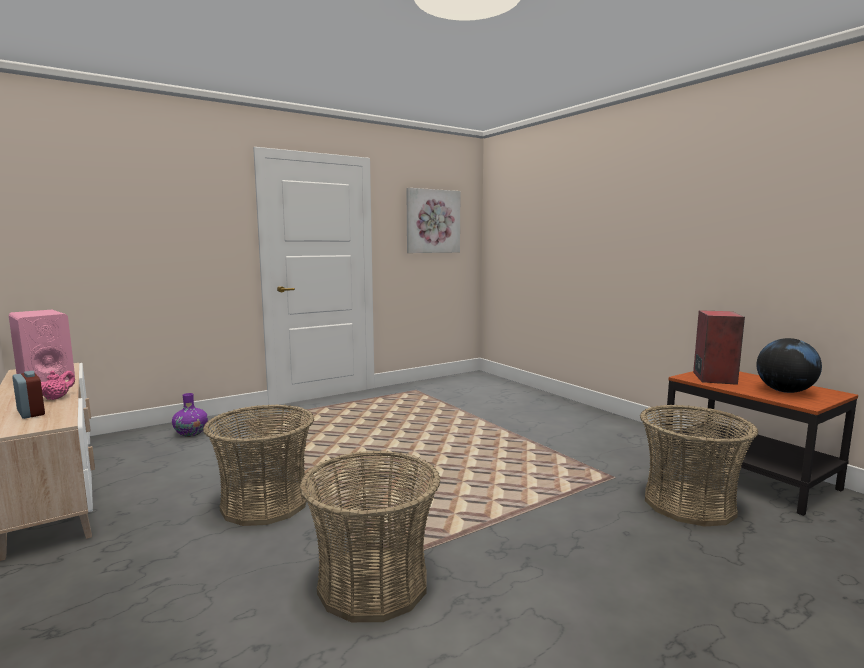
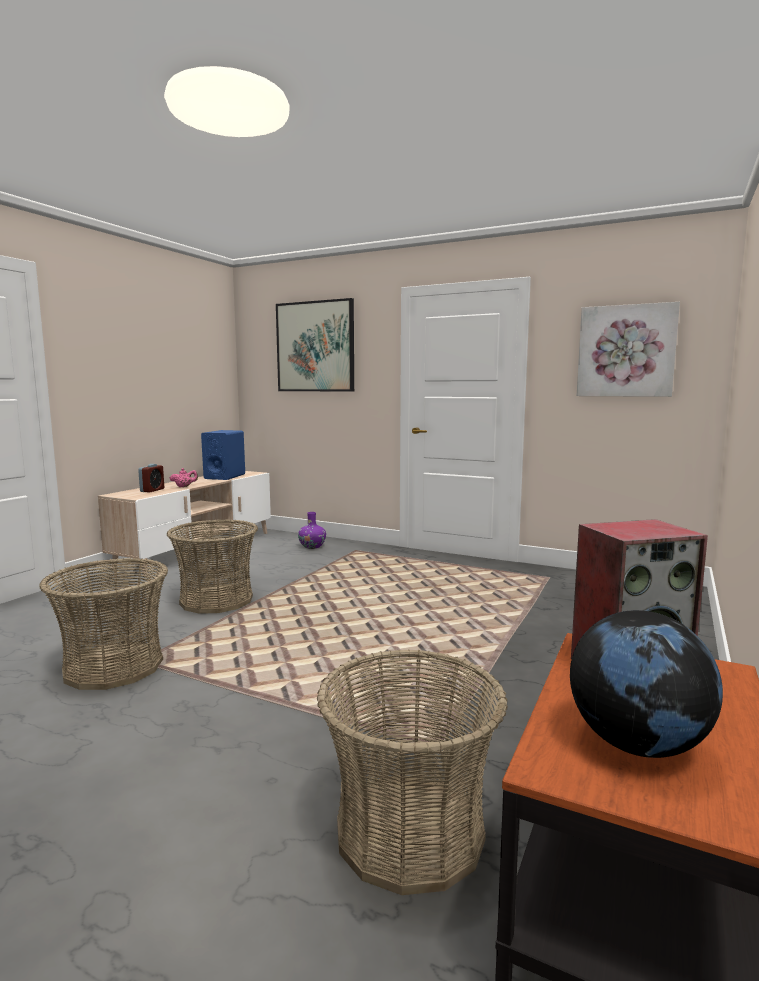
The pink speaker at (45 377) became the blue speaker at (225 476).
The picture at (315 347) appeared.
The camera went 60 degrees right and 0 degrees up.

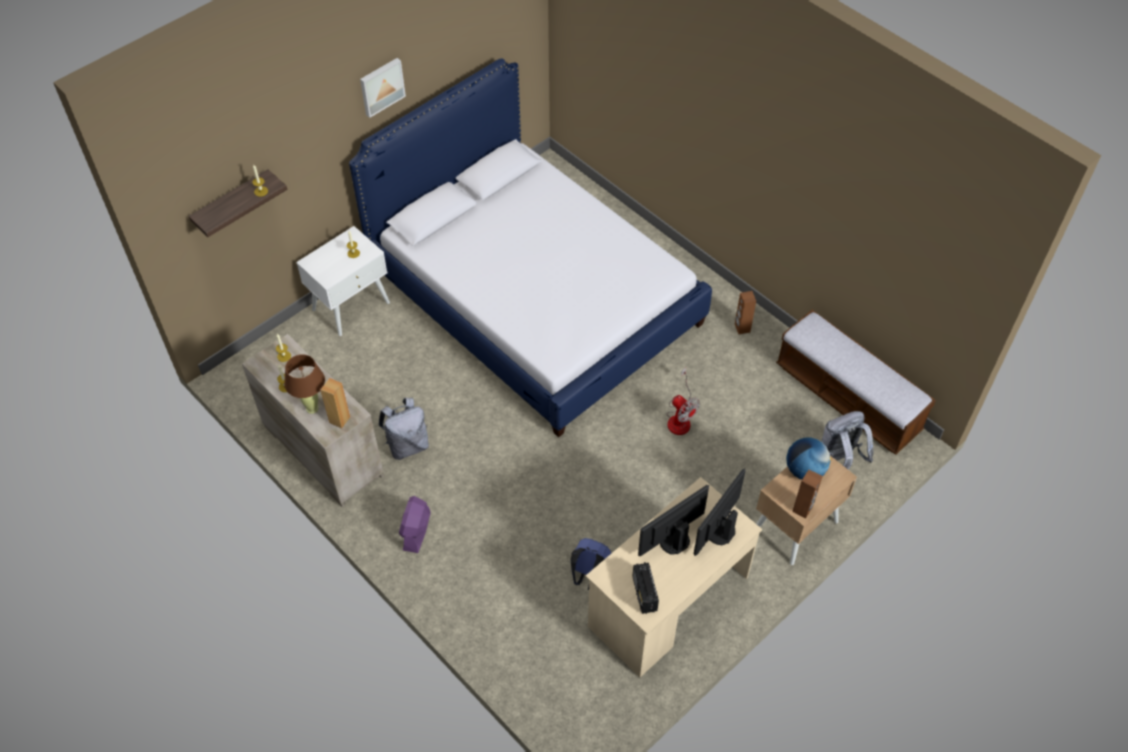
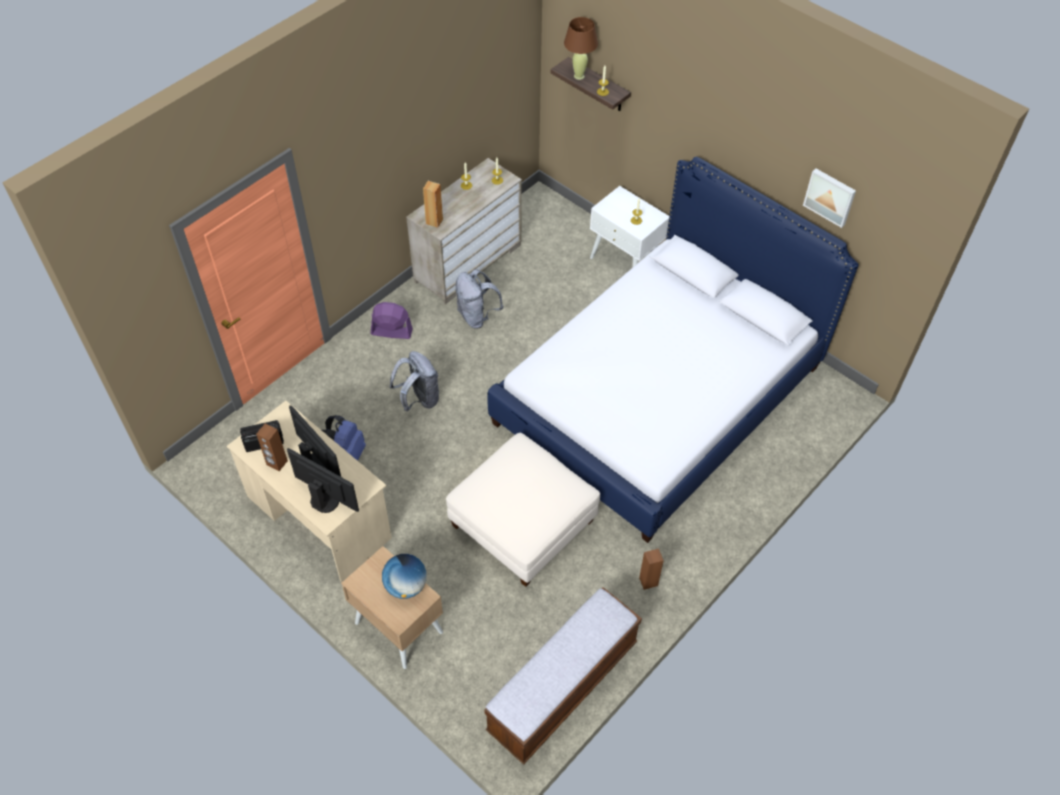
The brown table lamp moved from (312 408) to (579 76).
The picture moved from (381 86) to (830 196).
The fan at (679 418) was replaced by the white ottoman at (523 523).
The brown speaker moved from (802 509) to (277 463).
The grey backpack moved from (839 459) to (419 399).
The camera went 85 degrees right and 0 degrees up.

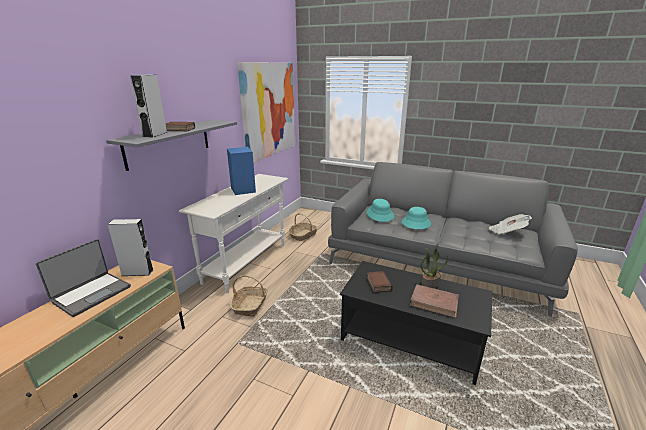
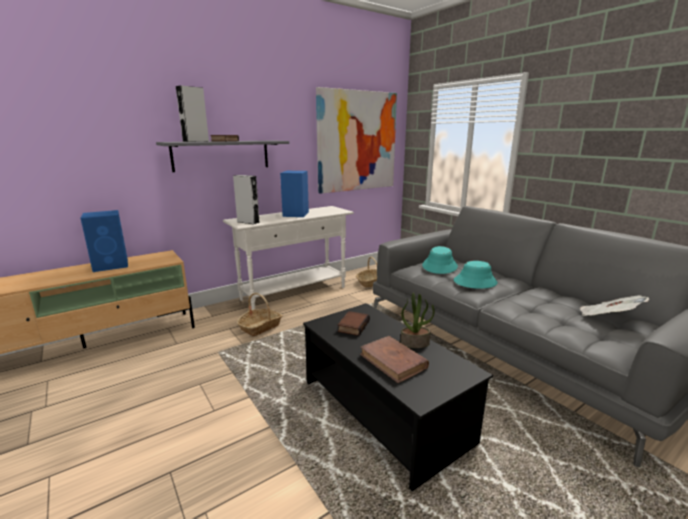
The laptop at (91 294) was replaced by the blue speaker at (112 265).
The grey speaker moved from (137 272) to (248 222).
The camera went 30 degrees right and 5 degrees down.

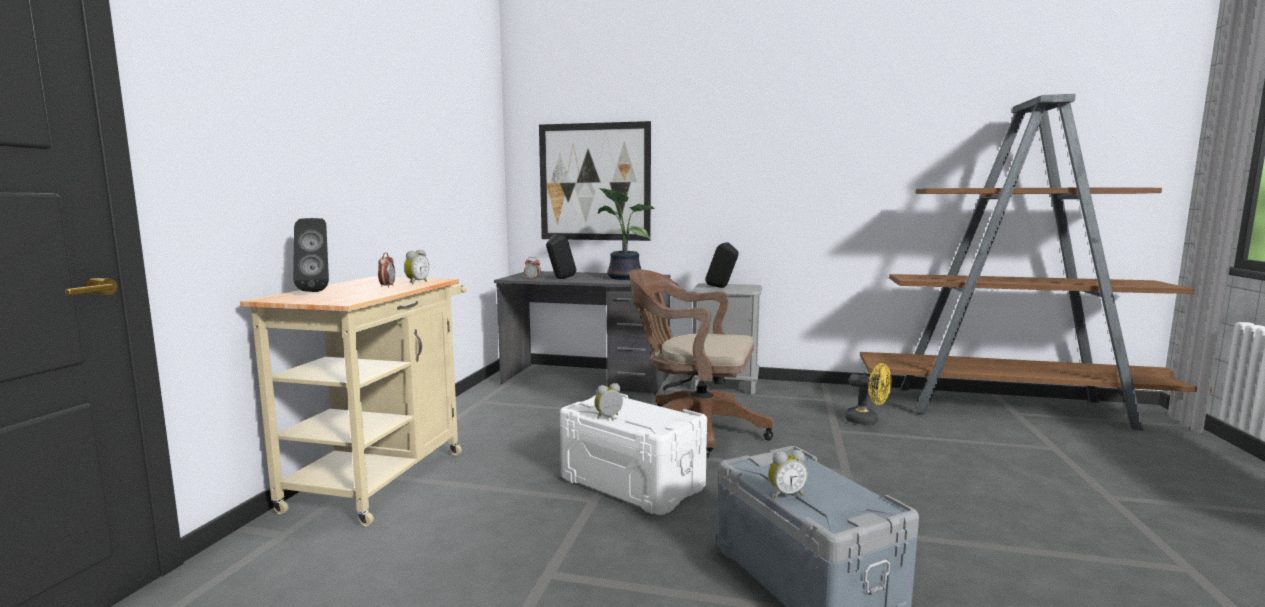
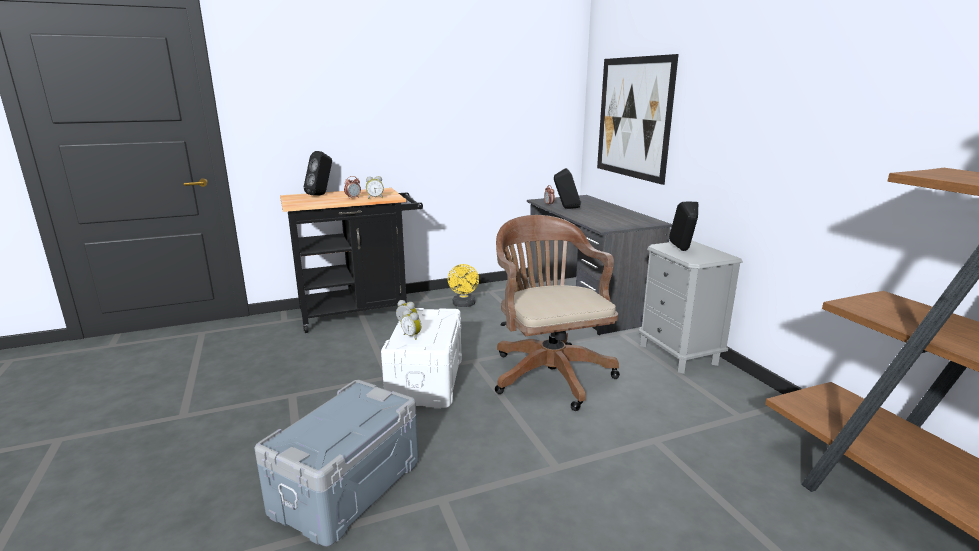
The beige cart at (384 475) became the black cart at (360 312).
The potted plant at (622 278) disappeared.
The alarm clock moved from (785 494) to (412 336).
The yellow fan moved from (867 421) to (464 305).
The camera went 55 degrees right and 10 degrees up.

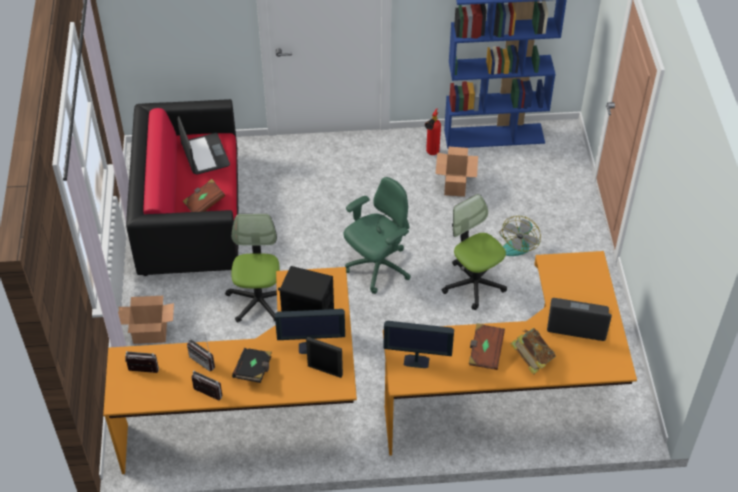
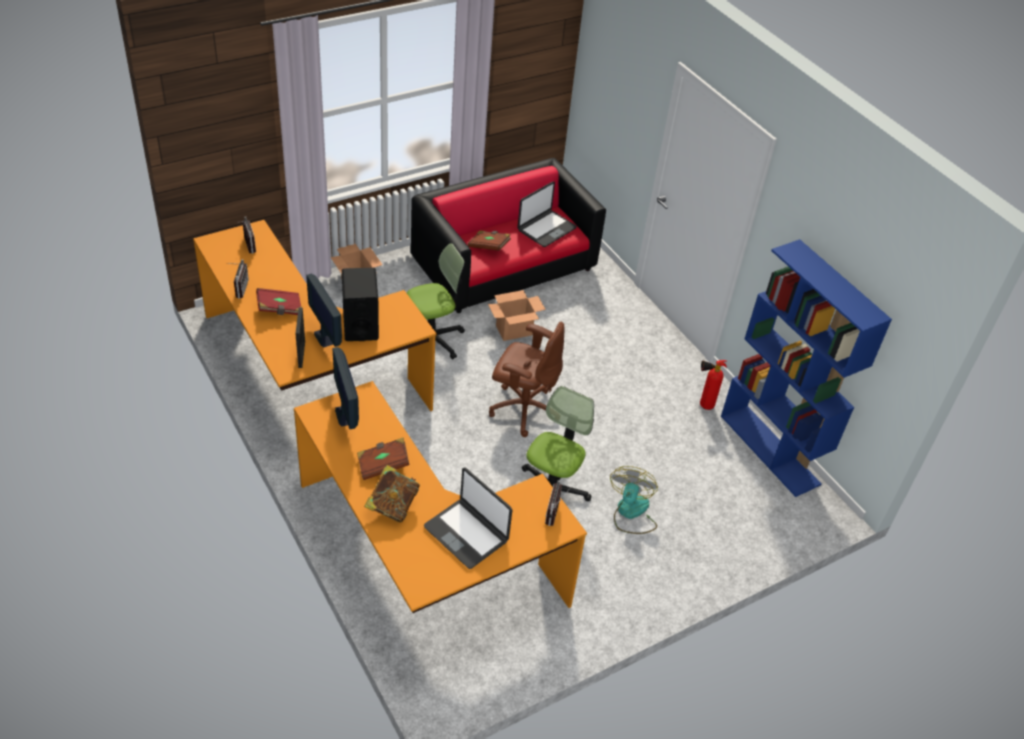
The radio moved from (205 360) to (556 514).
The black book at (254 370) became the red book at (279 309).
The green office chair at (377 268) became the brown office chair at (523 409).
The cardboard box moved from (455 185) to (514 330).
The fan at (518 243) turned 105 degrees clockwise.
The laptop at (577 321) turned 150 degrees clockwise.
The camera went 60 degrees right and 5 degrees down.

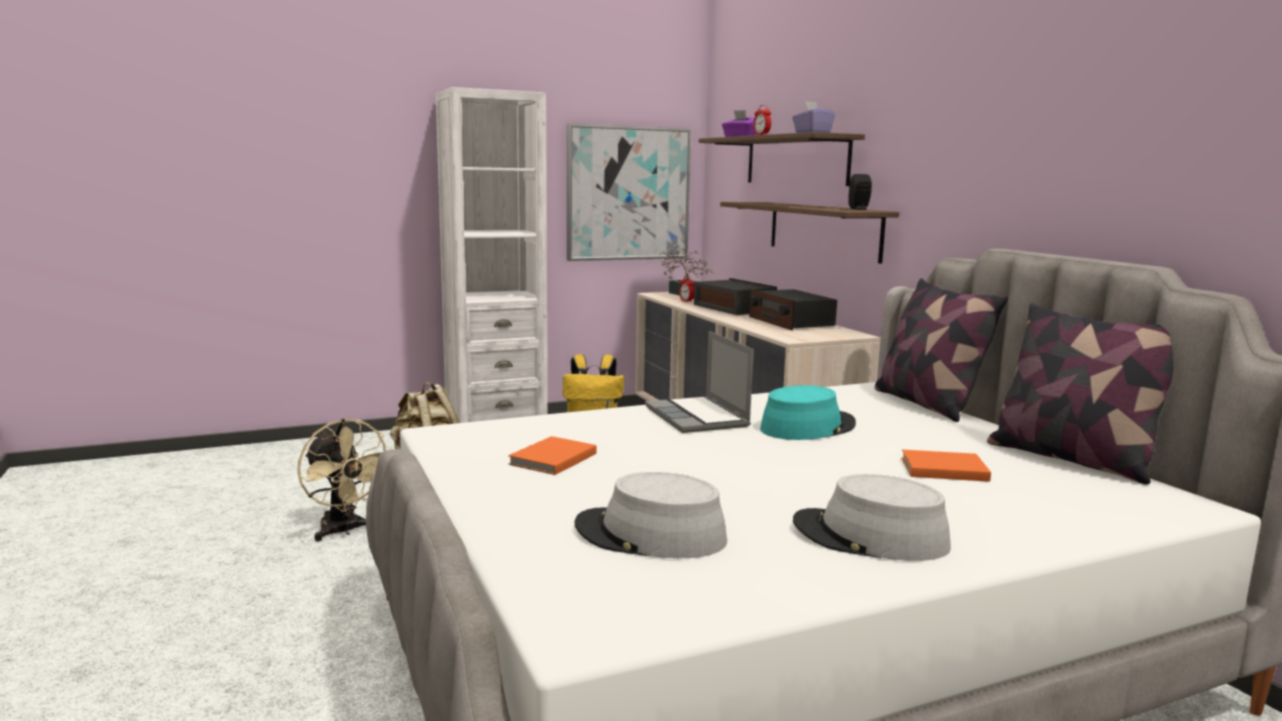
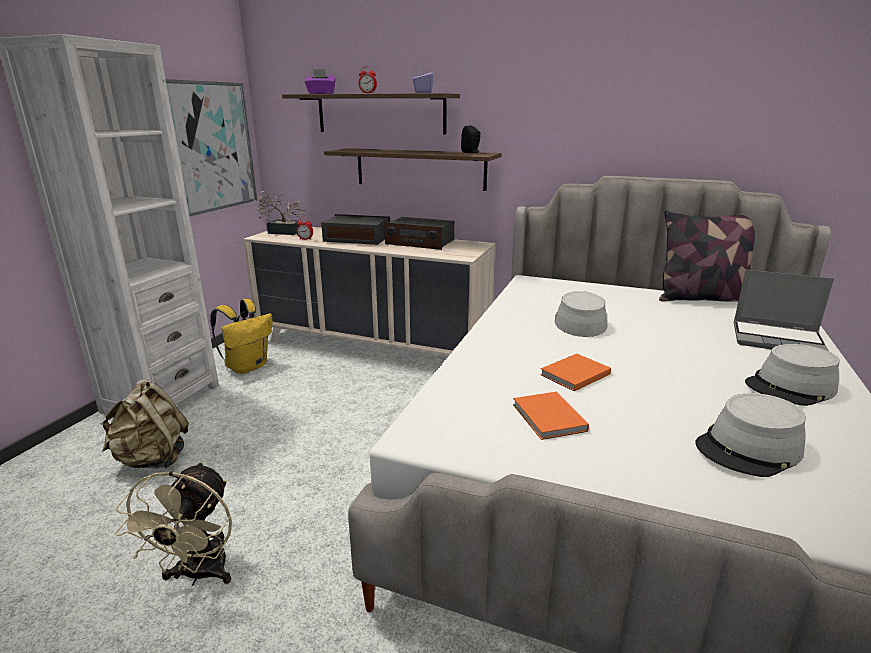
The beige fan at (344 531) turned 90 degrees clockwise.
The laptop moved from (698 417) to (778 340).
The turquoise hat at (807 427) became the grey hat at (579 321).
The pillow at (927 404) disappeared.
The orange book moved from (941 469) to (573 374).
The camera went 45 degrees left and 10 degrees up.

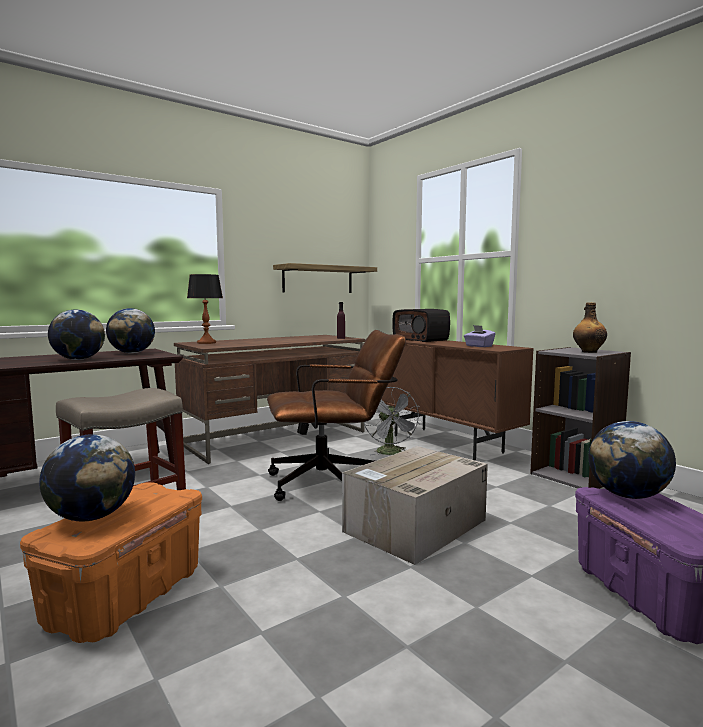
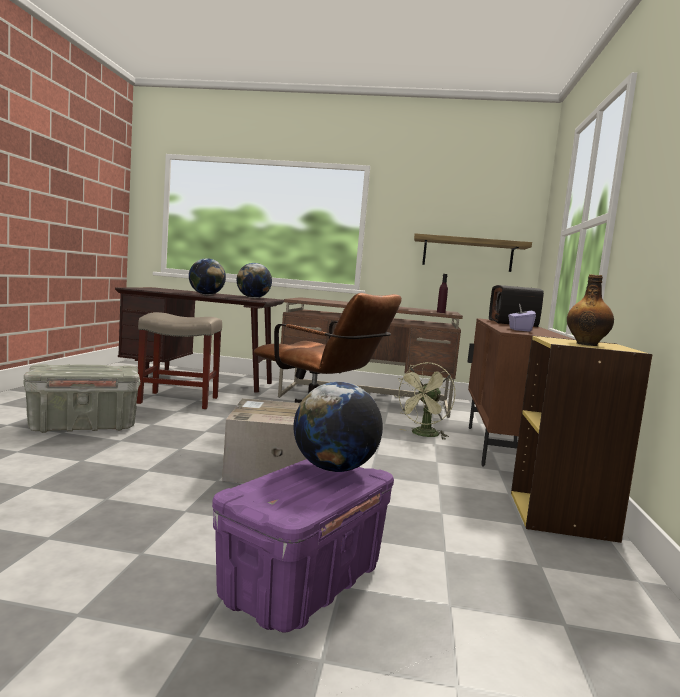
The orange storage box at (126 597) became the grey storage box at (84 426).
The globe at (92 517) disappeared.
The table lamp at (207 343) disappeared.
The grey fan at (391 453) became the green fan at (423 435).
The grey bookcase at (576 476) became the yellow bookcase at (562 516).
The camera went 45 degrees right and 0 degrees up.

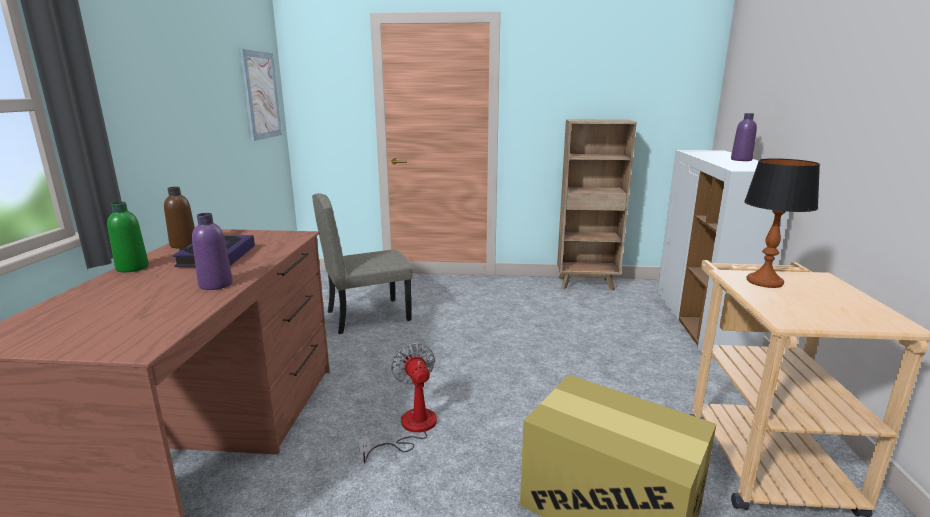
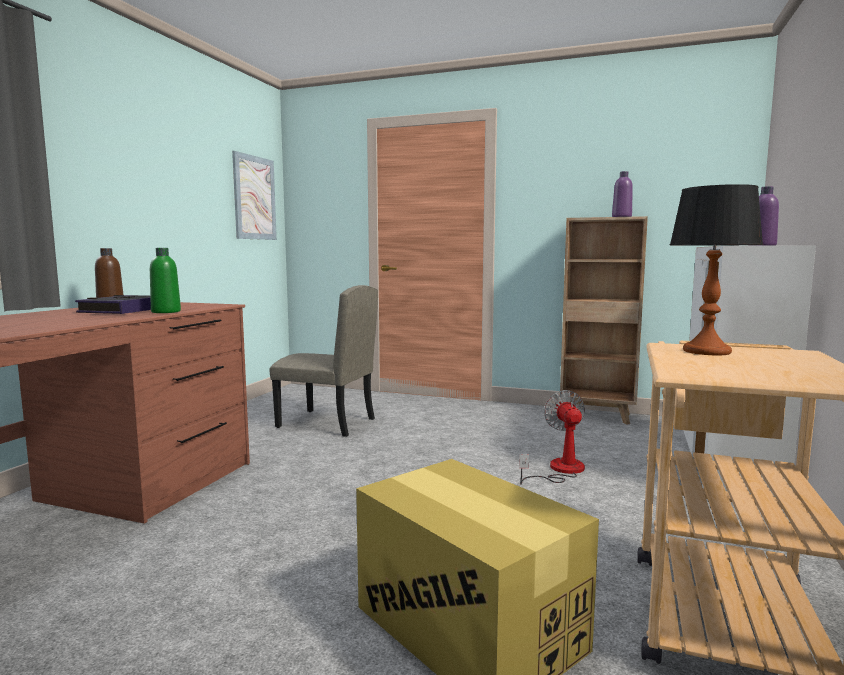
The green bottle moved from (132 268) to (166 312).
The purple bottle moved from (216 285) to (621 217).
The beige chair at (368 315) turned 150 degrees counterclockwise.
The fan moved from (410 429) to (559 470).
The camera went 15 degrees right and 10 degrees down.

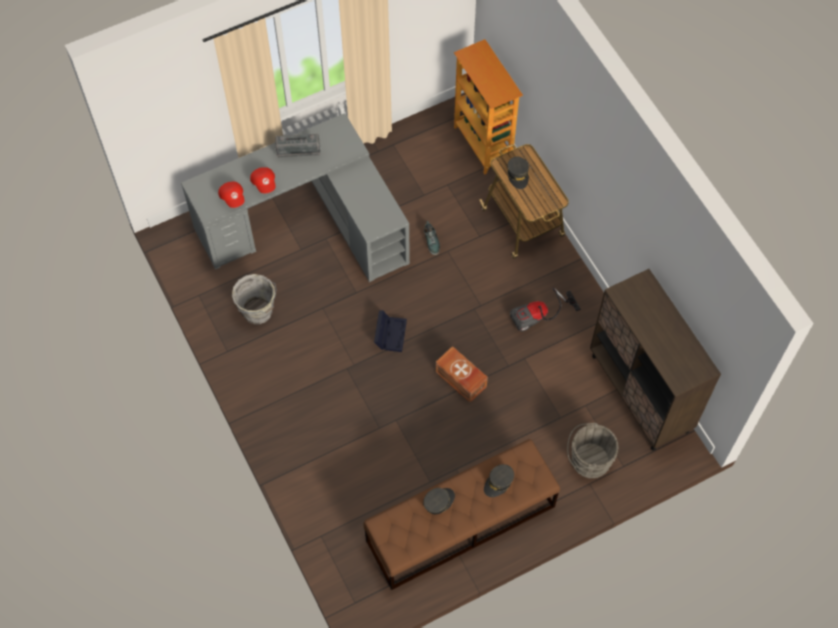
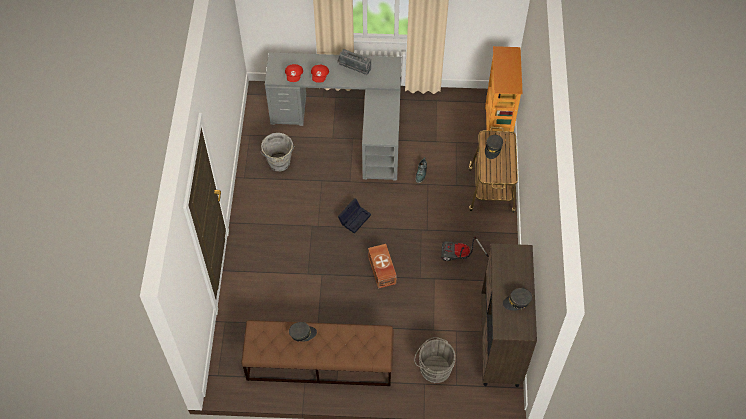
The grey cap moved from (498 482) to (517 301).
The camera went 30 degrees right and 5 degrees down.

